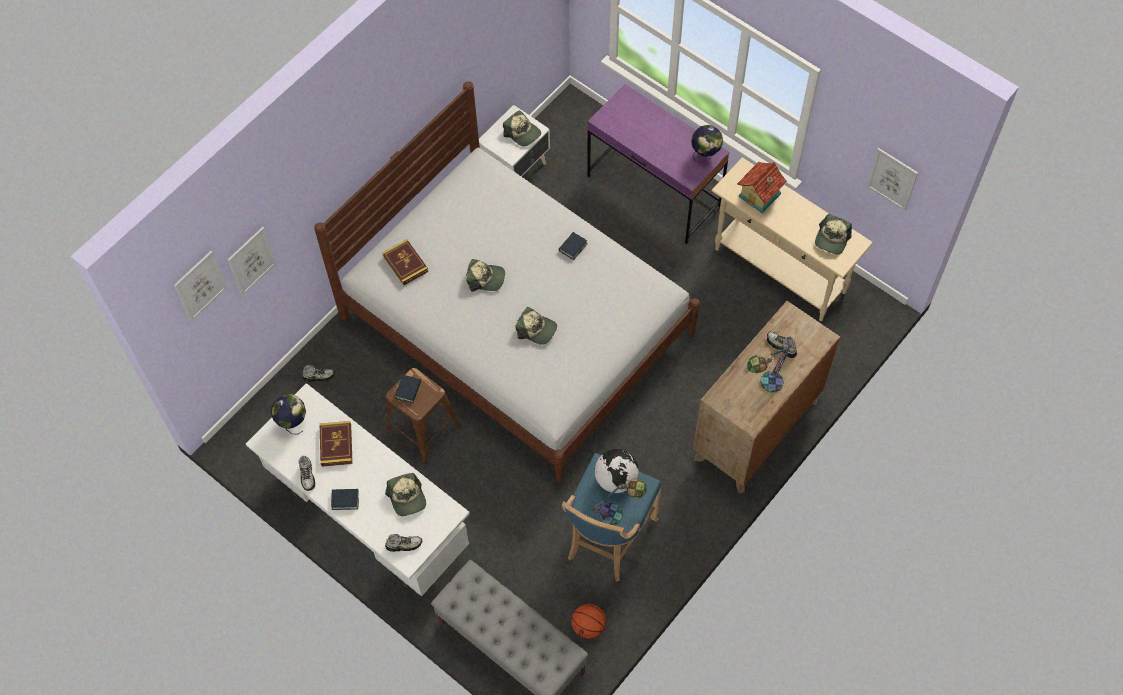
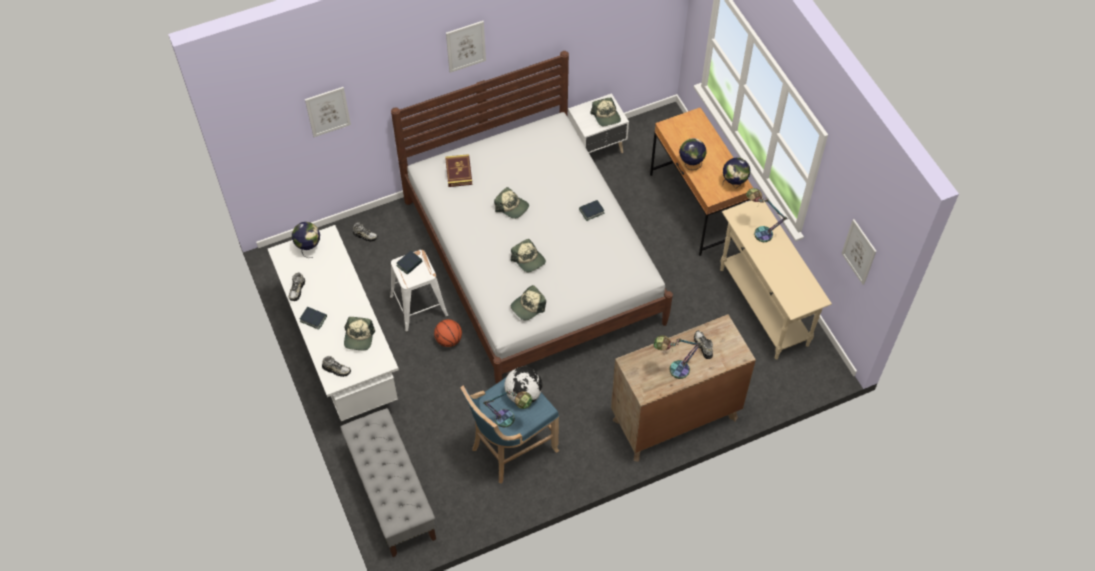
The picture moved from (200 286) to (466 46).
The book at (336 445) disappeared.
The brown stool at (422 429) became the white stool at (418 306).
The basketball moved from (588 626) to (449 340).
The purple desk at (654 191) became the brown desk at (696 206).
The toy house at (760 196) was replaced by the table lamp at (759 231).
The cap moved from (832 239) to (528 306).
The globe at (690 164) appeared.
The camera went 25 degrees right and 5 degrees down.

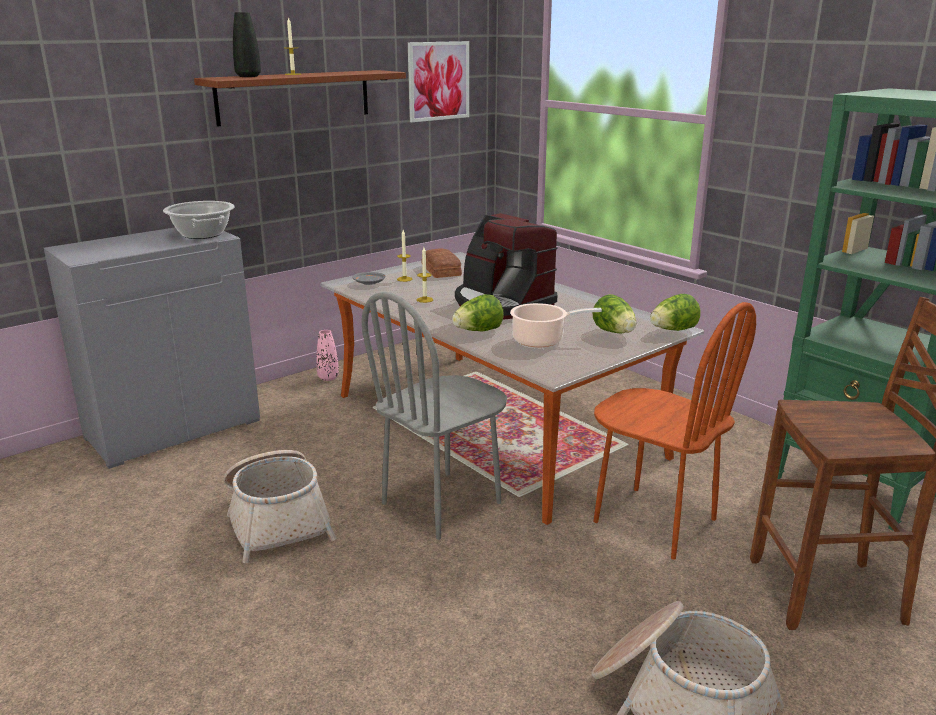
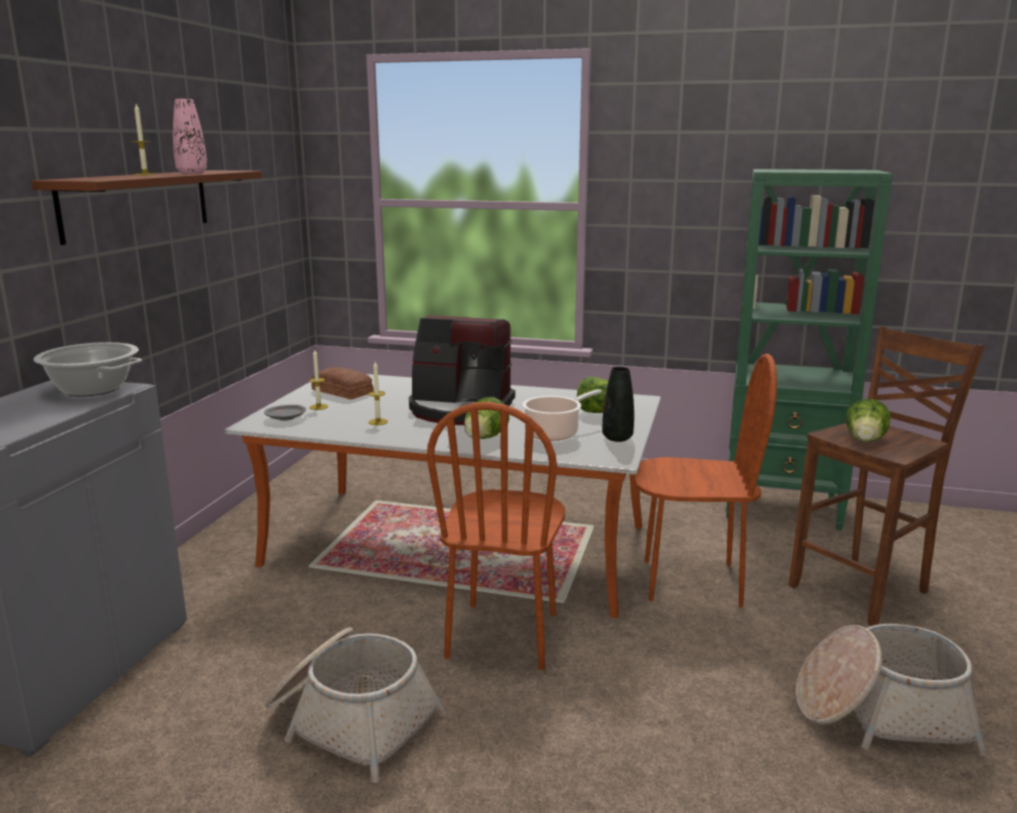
The black vase moved from (248 76) to (617 438).
The pink vase moved from (328 378) to (192 173).
The grey chair at (442 503) became the brown chair at (503 635).
The picture at (438 81) disappeared.
The lettuce moved from (673 330) to (865 441).
The camera went 35 degrees left and 5 degrees down.

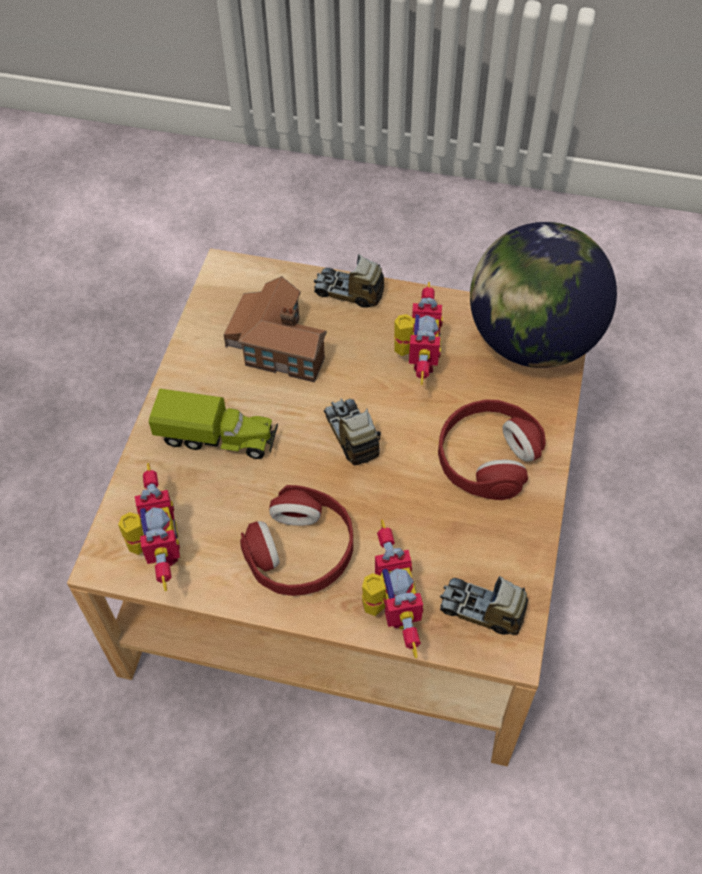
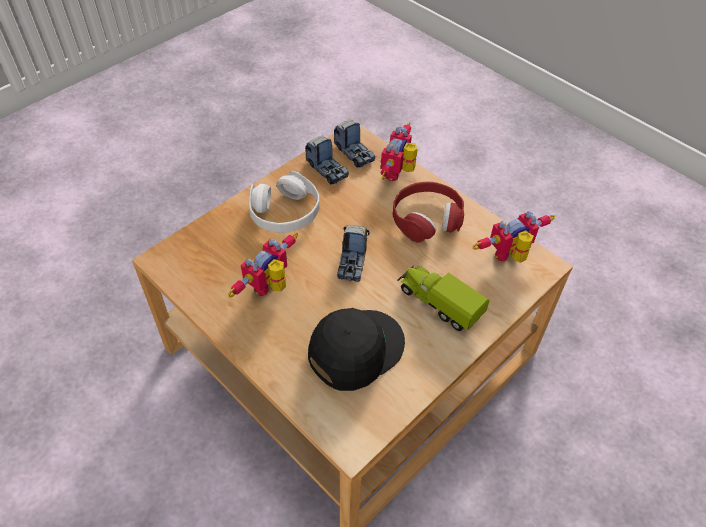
The toy robot at (156 550) turned 45 degrees clockwise.
The toy house at (278 344) was replaced by the black cap at (355 349).
The toy truck moved from (349 293) to (327 169).
The red headphones at (487 457) became the white headphones at (285 212).
The globe at (531 341) disappeared.
The camera went 150 degrees left and 5 degrees down.

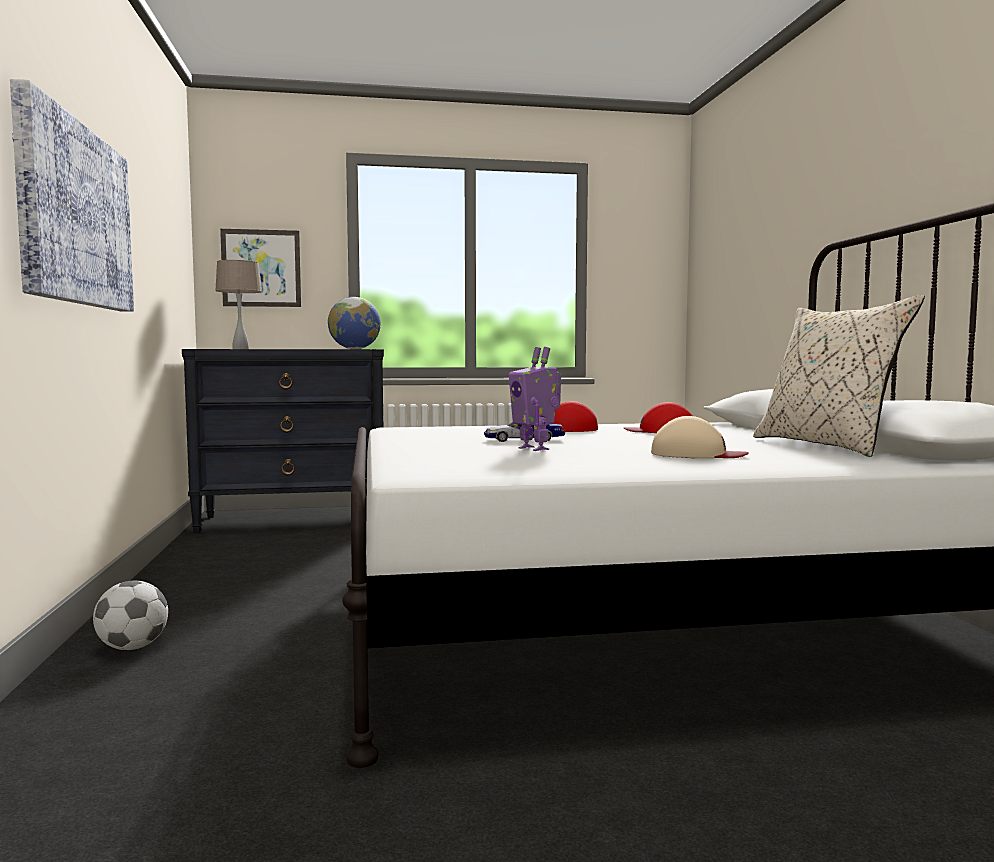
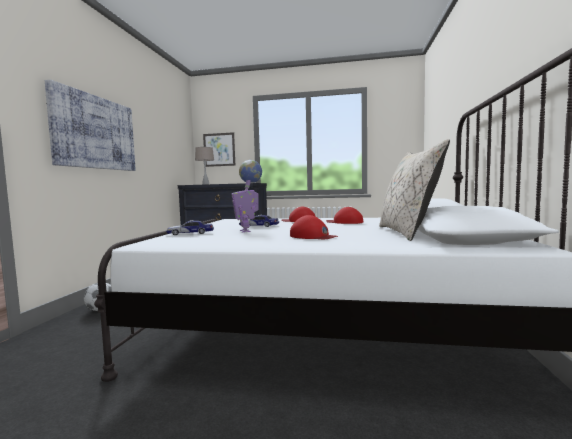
The beige cap at (696 454) became the red cap at (312 236).
The toy car at (190 233) appeared.
The camera went 20 degrees right and 0 degrees up.

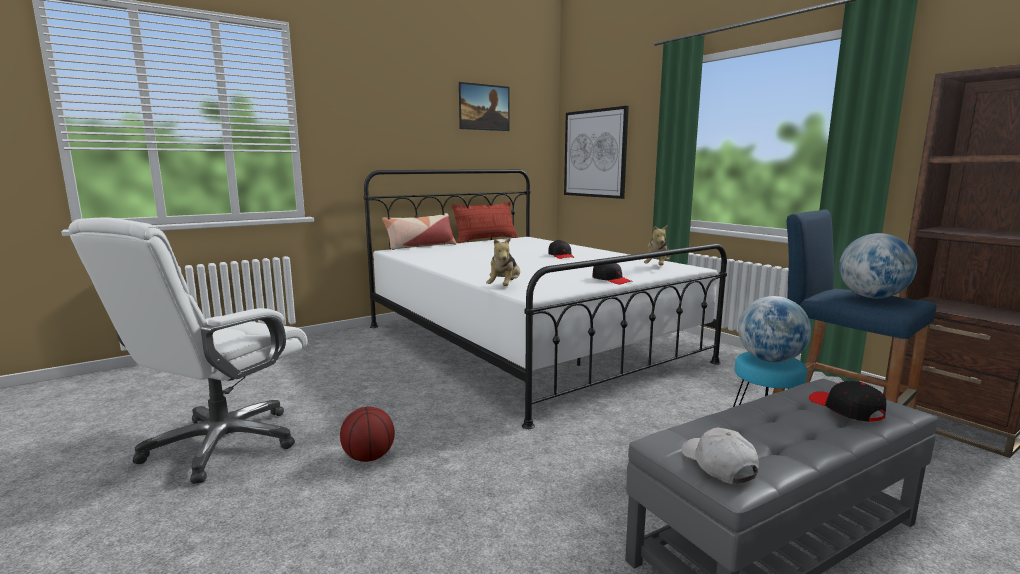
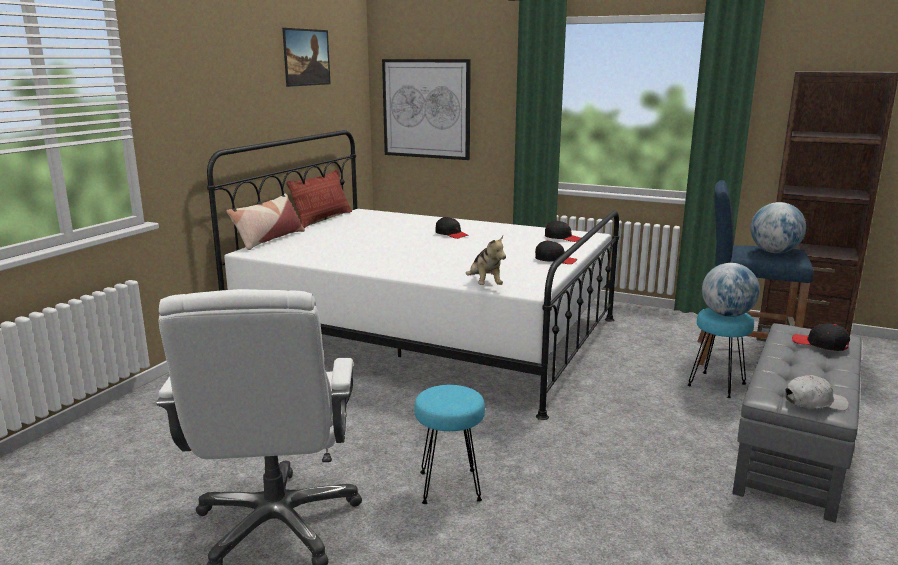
The basketball at (368 457) was replaced by the turquoise stool at (449 487).
The plush toy at (657 267) was replaced by the black cap at (562 238).
The white cap at (718 465) turned 135 degrees clockwise.
The camera went 30 degrees left and 5 degrees up.

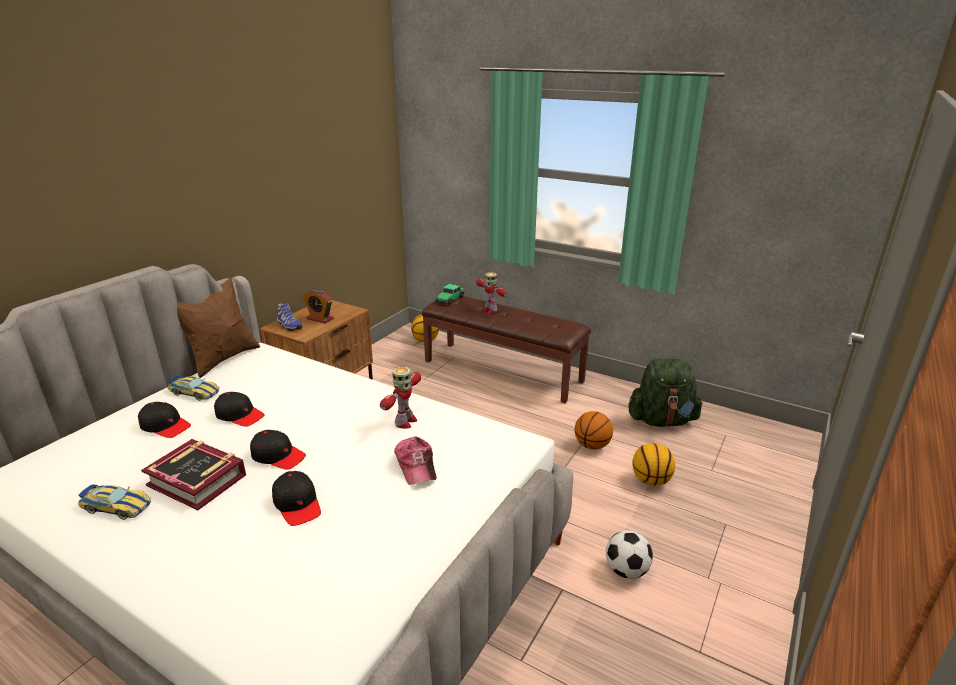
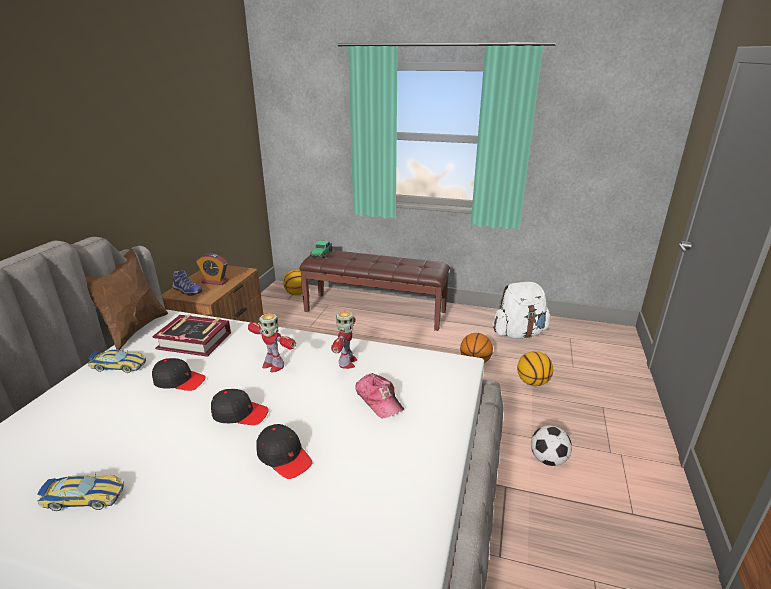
The black cap at (165 426) disappeared.
The book moved from (197 480) to (195 341).
The toy robot moved from (490 310) to (273 365).
The green backpack at (662 420) became the white backpack at (519 333).
The camera went 15 degrees left and 0 degrees up.

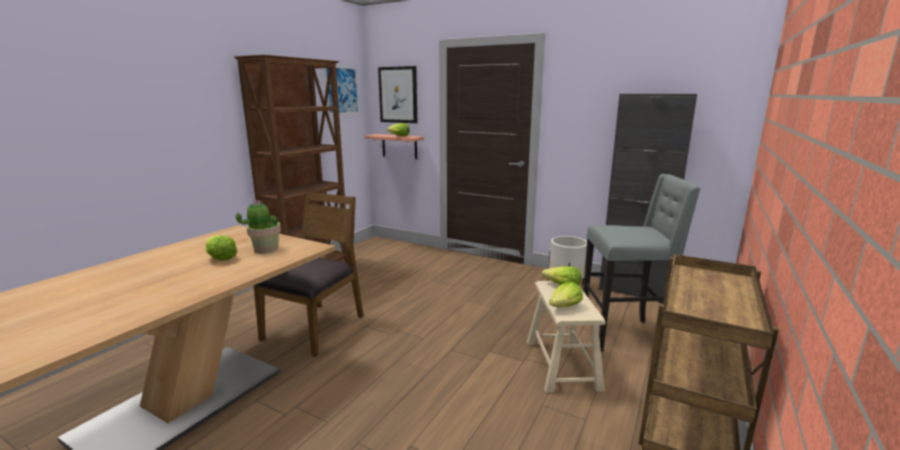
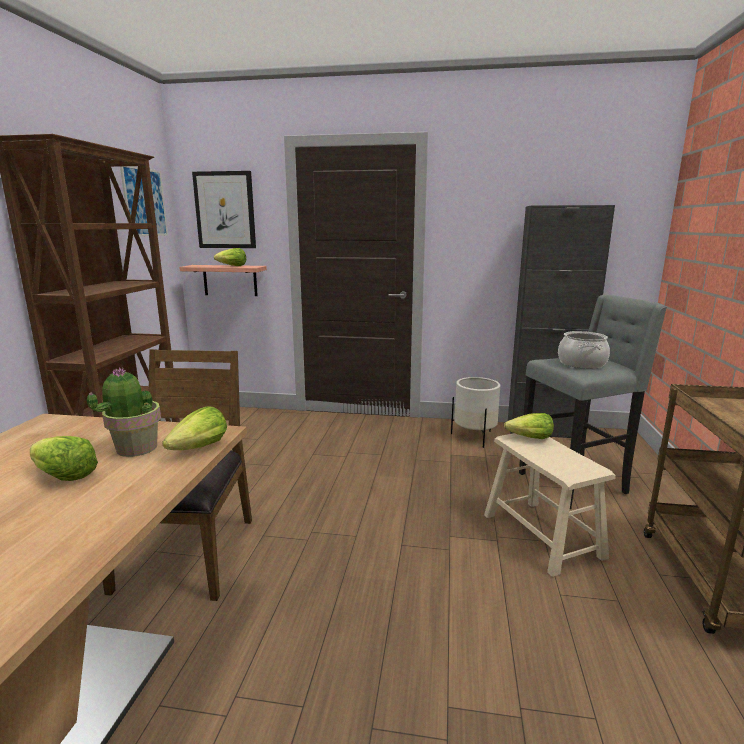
The lettuce moved from (565 307) to (200 448).
The cooking pot at (581 363) appeared.
The camera went 20 degrees left and 0 degrees up.

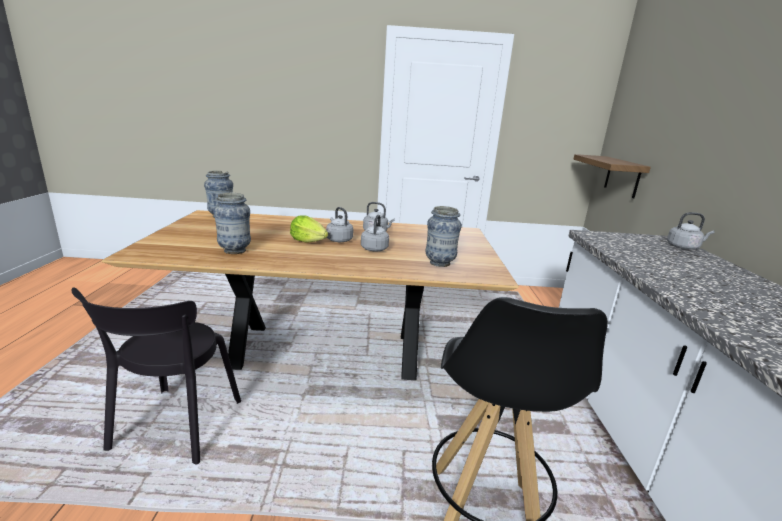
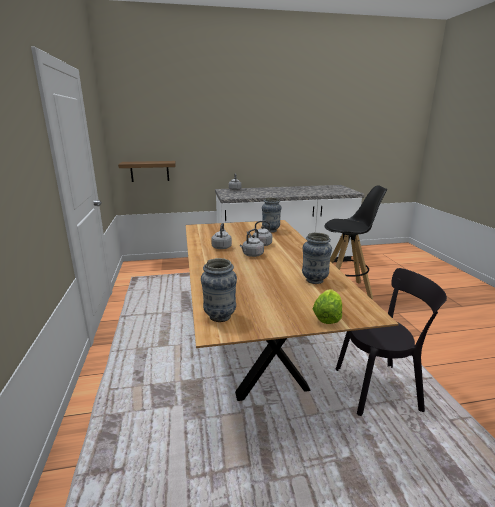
The lettuce moved from (308 241) to (327 317).
The camera went 100 degrees left and 0 degrees up.

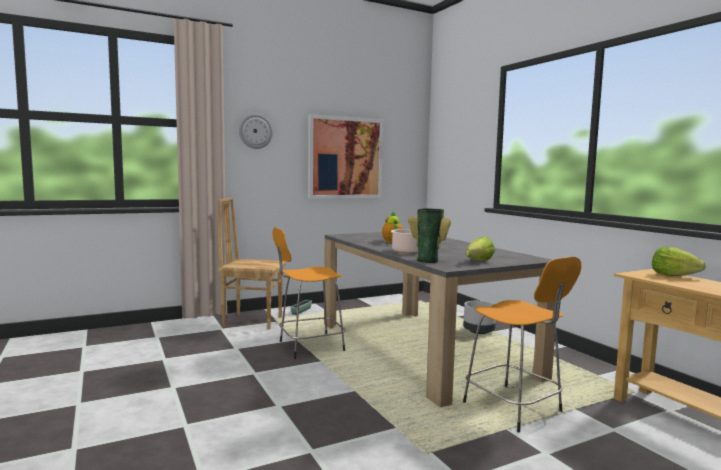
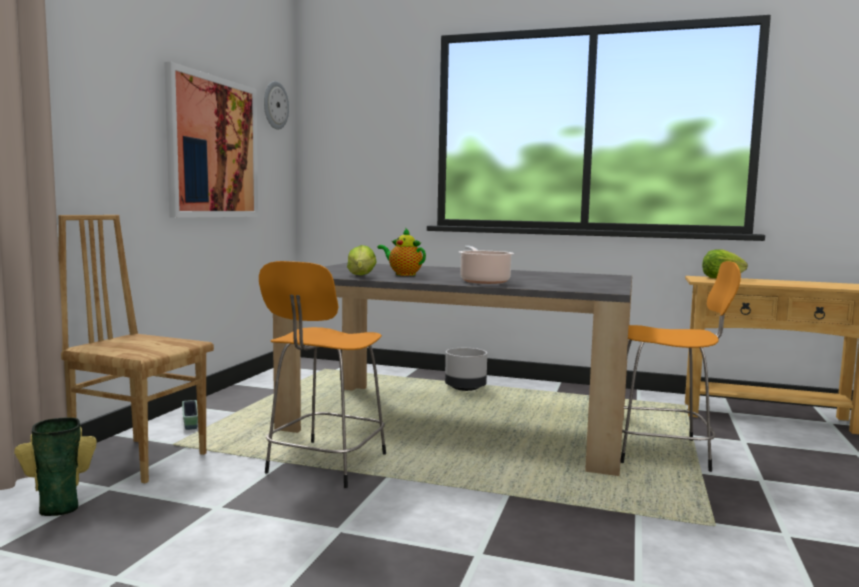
The brown chair at (252 321) turned 60 degrees clockwise.
The wall clock moved from (255 131) to (275 105).
The vase moved from (428 260) to (60 506).
The lettuce moved from (476 262) to (360 277).
The camera went 45 degrees left and 0 degrees up.

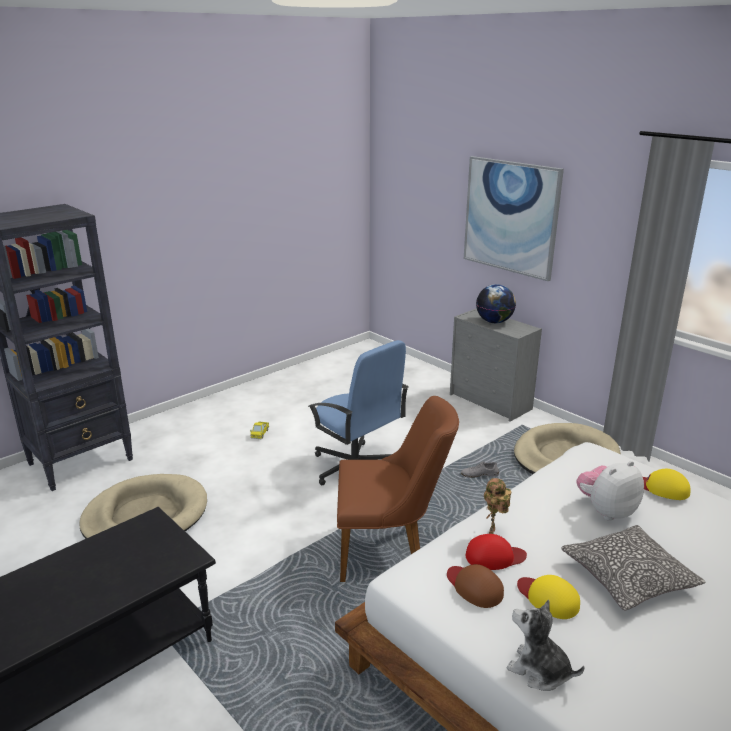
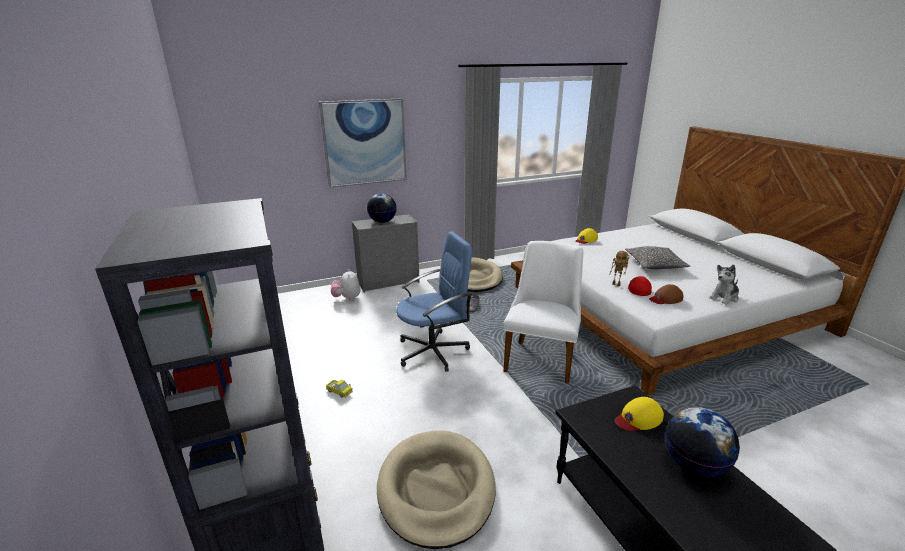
The brown chair at (390 552) became the white chair at (542 357).
The yellow cap moved from (548 598) to (638 418).
The plush toy moved from (606 511) to (347 298).
The globe at (694 465) appeared.
The camera went 70 degrees left and 0 degrees up.

